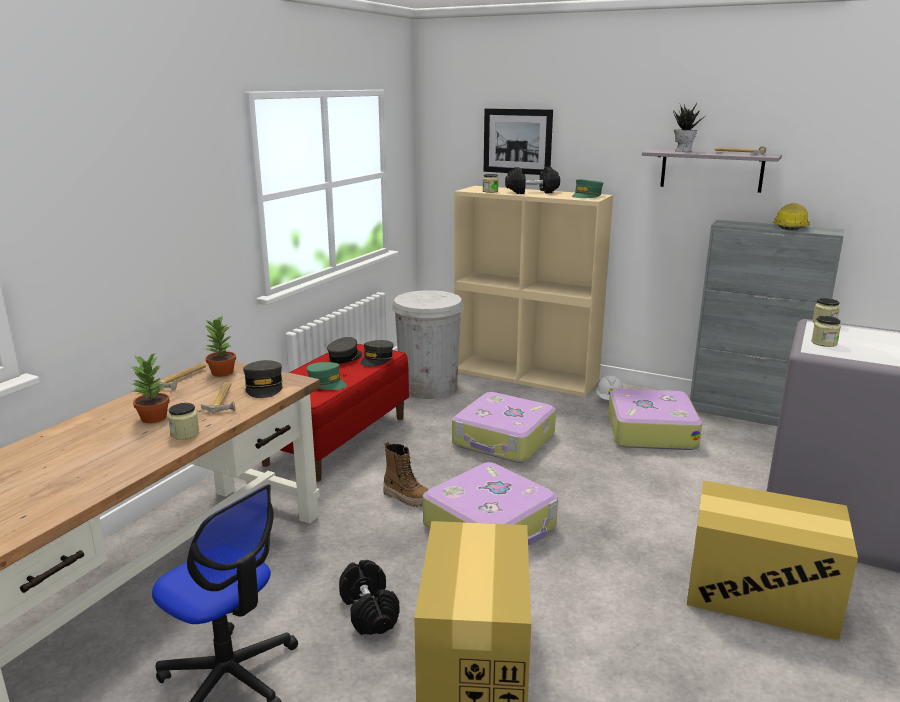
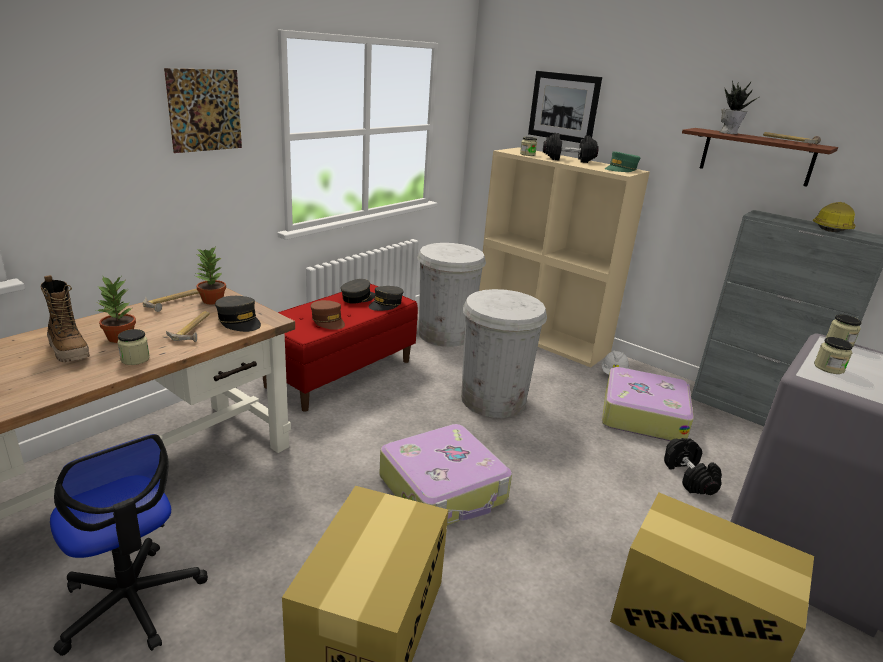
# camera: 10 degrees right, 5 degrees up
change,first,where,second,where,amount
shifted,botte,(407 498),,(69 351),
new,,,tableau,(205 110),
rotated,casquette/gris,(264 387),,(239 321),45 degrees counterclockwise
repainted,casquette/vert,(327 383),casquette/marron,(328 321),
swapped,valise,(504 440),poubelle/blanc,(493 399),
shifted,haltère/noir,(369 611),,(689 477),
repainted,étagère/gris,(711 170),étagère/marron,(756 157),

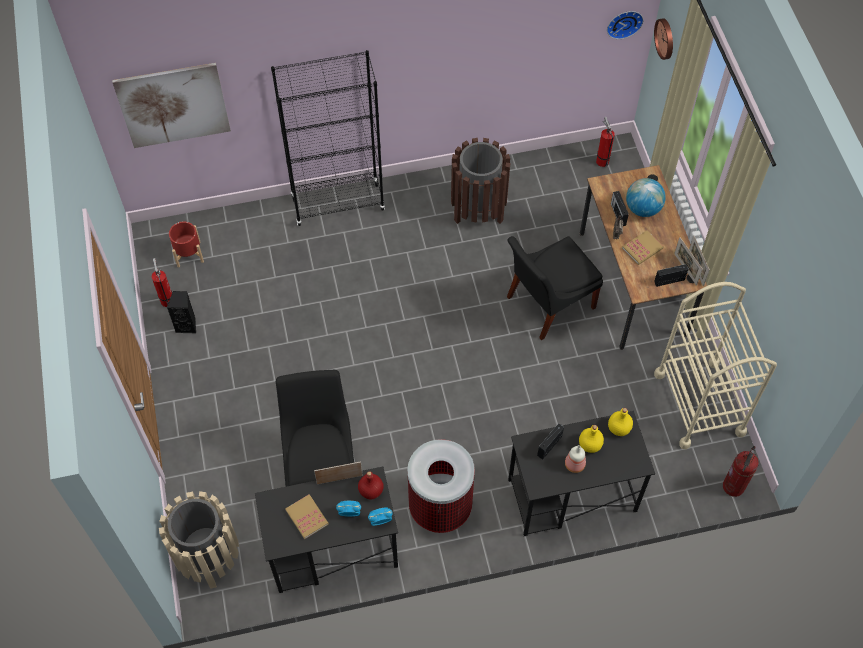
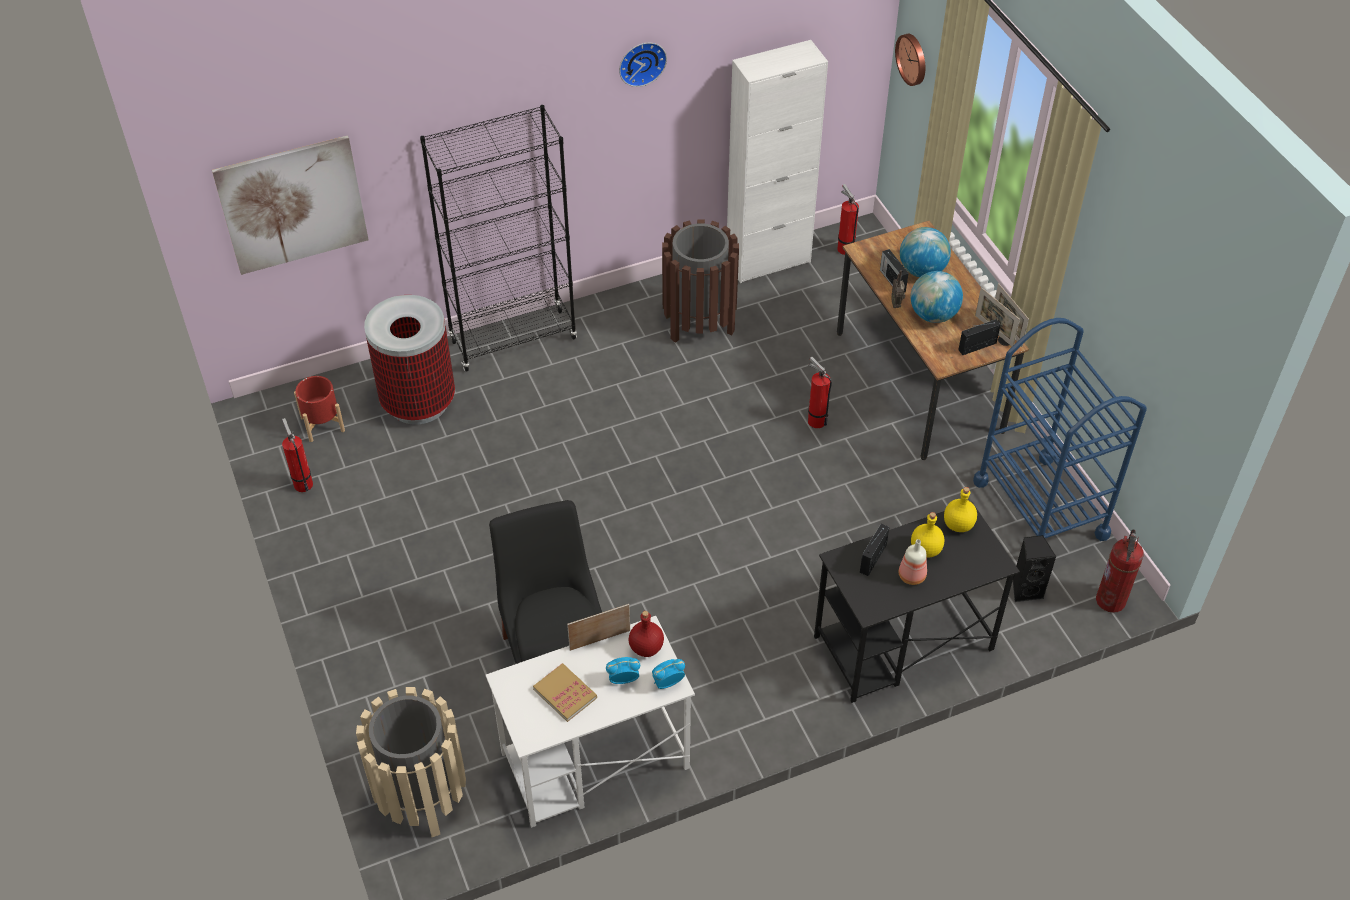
# camera: 10 degrees left, 10 degrees down
change,first,where,second,where,amount
shifted,poubelle,(440 508),,(418 402),
repainted,bureau/noir,(332 551),bureau/blanc,(593 762),
shifted,horloge murale,(624 22),,(641 62),
new,,,meuble de rangement/blanc,(768 261),
swapped,chaise/noir,(547 304),extincteur,(815 420),
swapped,livre,(642 248),globe,(933 315),
repainted,chariot/beige,(699 403),chariot/bleu,(1040 508),
shifted,enceinte/noir,(187 325),,(1026 589),

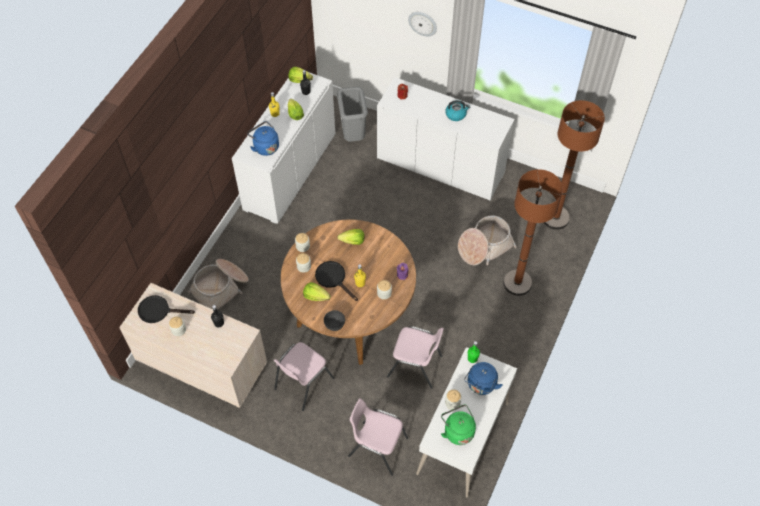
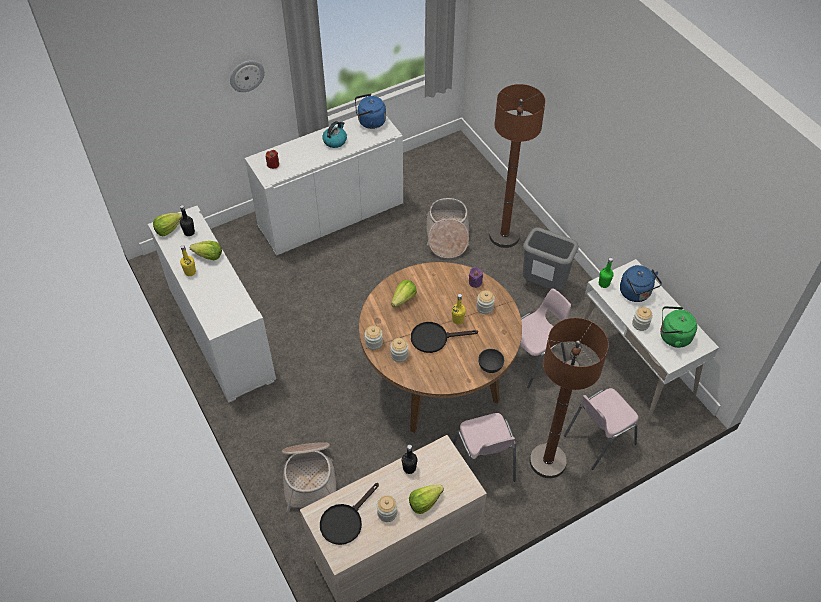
# camera: 55 degrees left, 5 degrees down
change,first,where,second,where,amount
shifted,bouilloire/bleu,(265 146),,(370 122),
shifted,laitue,(316 296),,(424 502),
shifted,poubelle/gris,(352 135),,(543 285),
shifted,lampadaire/marron,(555 218),,(548 461),

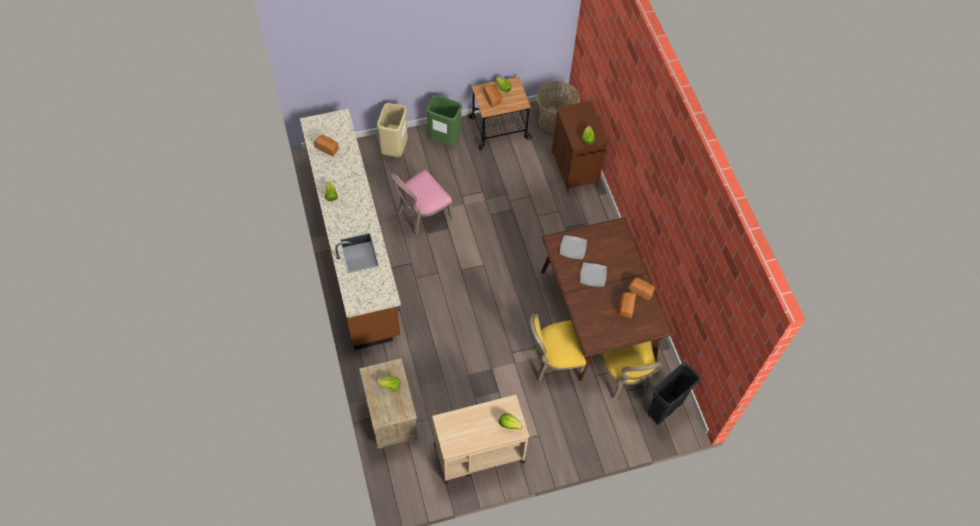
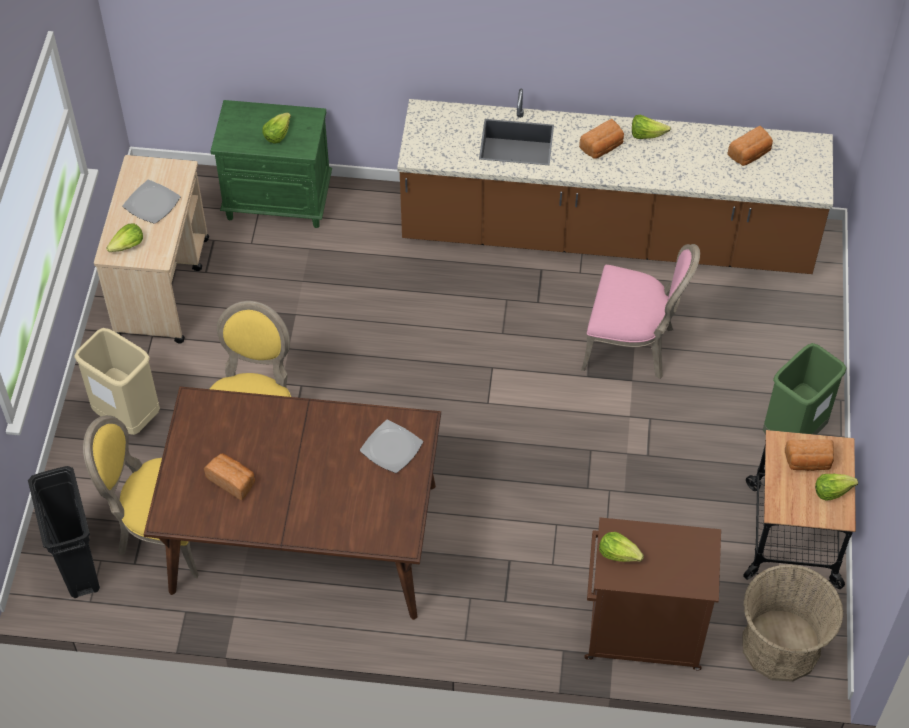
# camera: 115 degrees right, 5 degrees down
change,first,where,second,where,amount
shifted,poubelle/beige,(394 149),,(127 417),
shifted,assiette,(593 275),,(152 203),
repainted,table de chevet/beige,(391 417),table de chevet/vert,(279 201),
shifted,pain,(641 291),,(602 147),
rotated,chaise/rose,(421 215),,(632 346),120 degrees clockwise

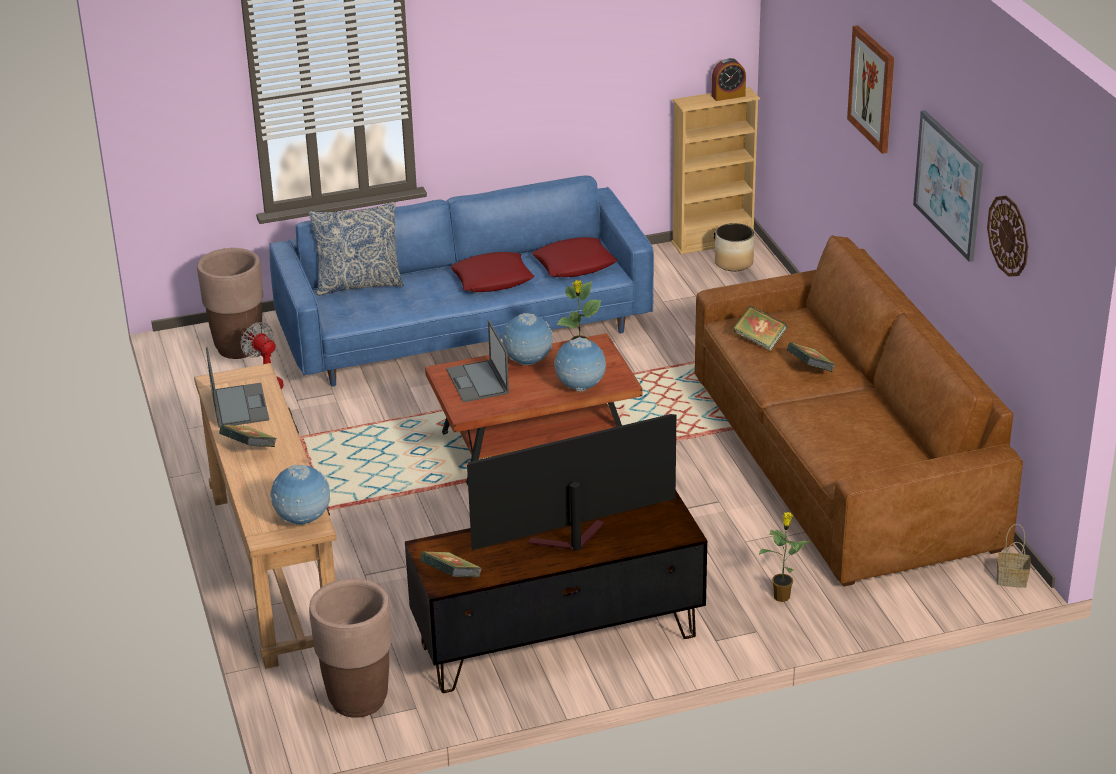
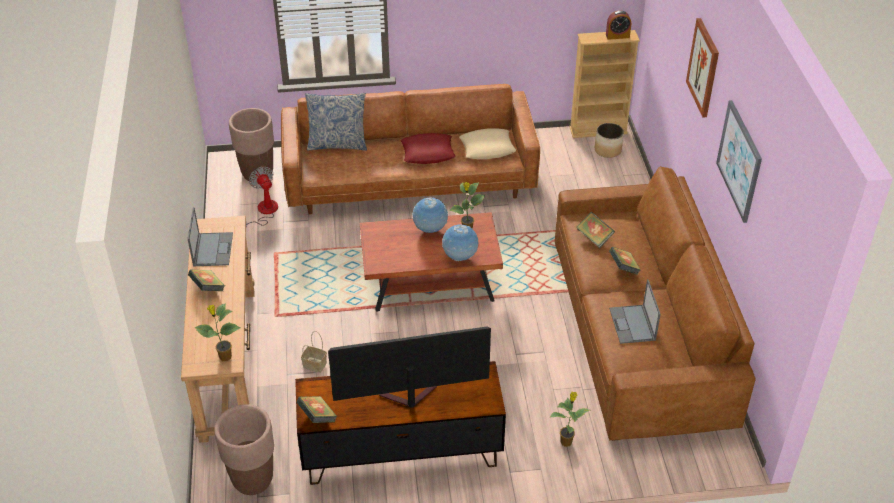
# camera: 10 degrees right, 10 degrees up
change,first,where,second,where,amount
swapped,globe,(303 521),plante en pot,(224 357),
repainted,canapé/bleu,(464 330),canapé/marron,(409 180),
shifted,panier,(1010 579),,(314 365),
repainted,coussin/rouge,(574 264),coussin/beige,(487 148),
shifted,ordinateur portable,(478 382),,(632 325),
gone,horloge murale,(1009 235),,,

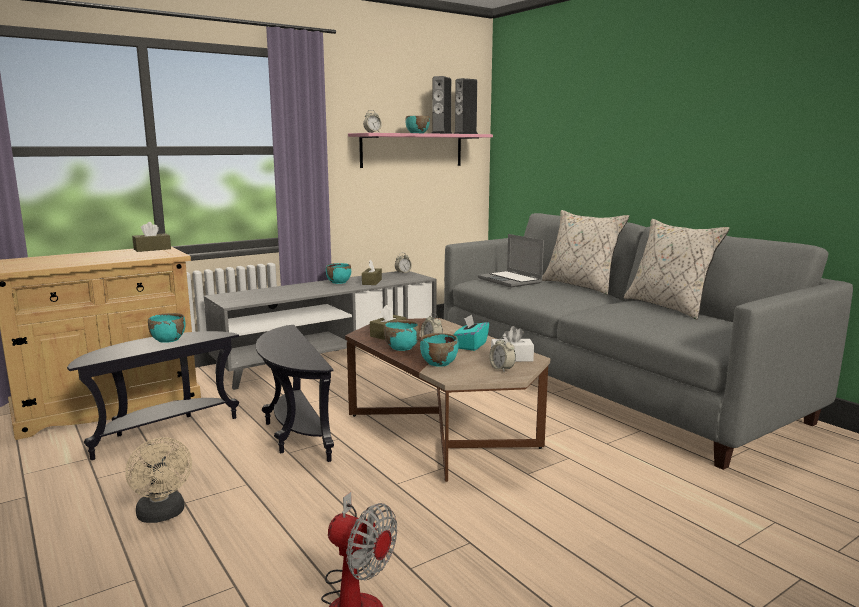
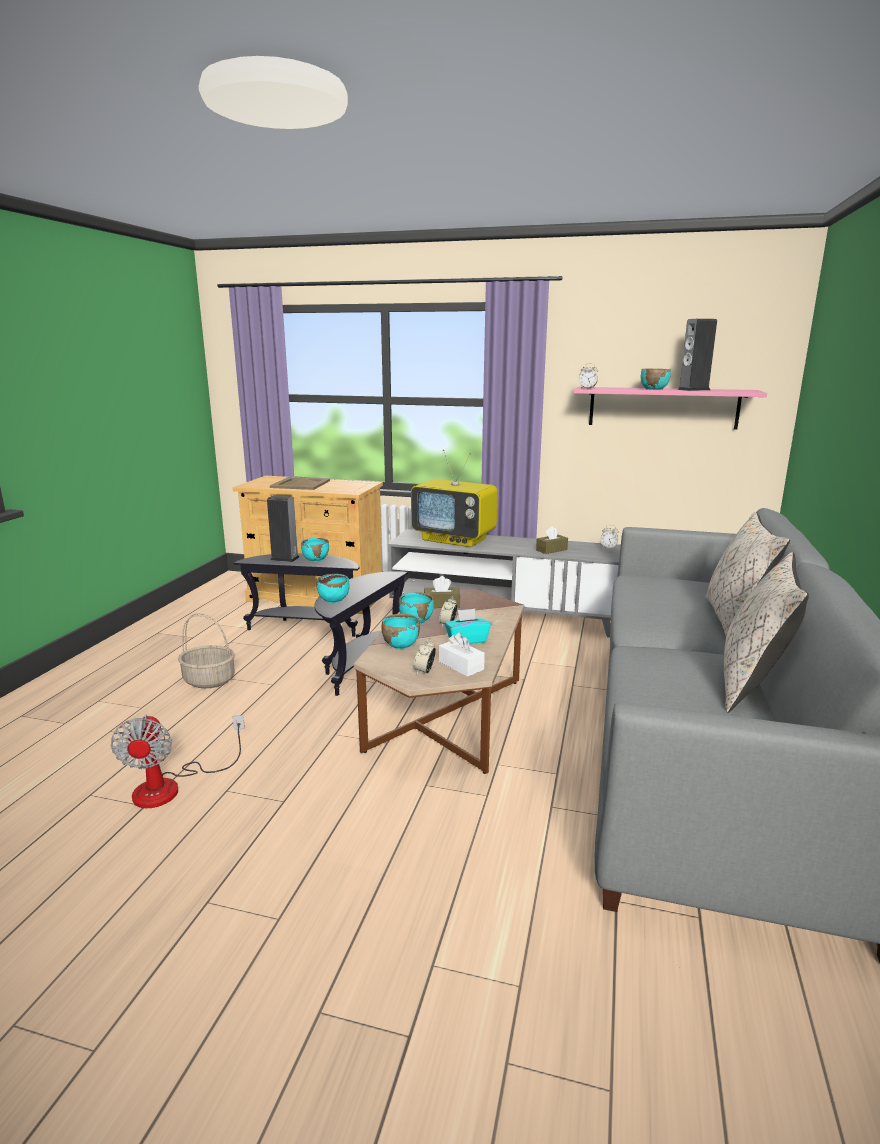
# camera: 50 degrees right, 5 degrees up
change,first,where,second,where,amount
swapped,ventilateur/beige,(162 515),panier,(210 680),
shifted,enceinte,(465 134),,(285 558),
new,,,plateau/beige,(301 484),
shifted,bol/turquoise,(339 282),,(334 599),
new,,,téléviseur,(455 539),
gone,boîte à mouchoirs/marron,(152 249),,,
gone,ordinateur portable,(511 281),,,

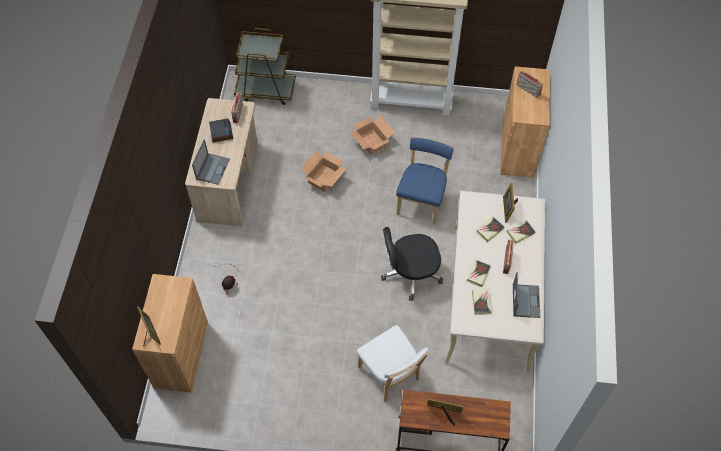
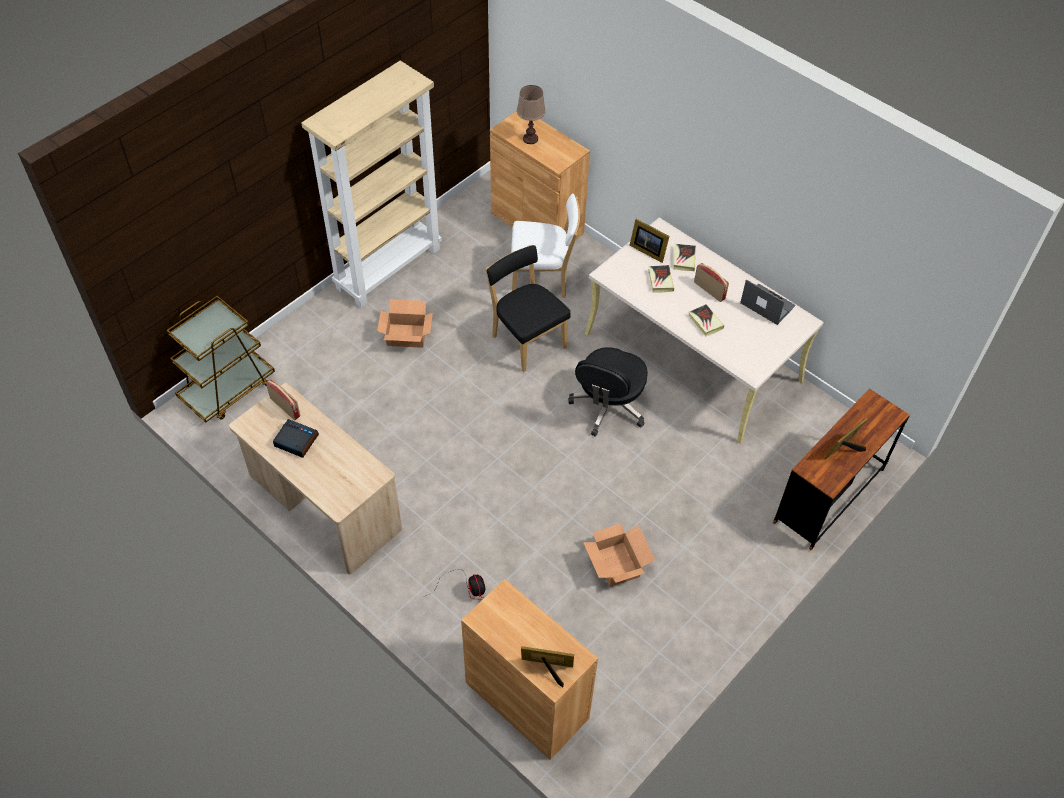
# camera: 55 degrees left, 5 degrees down
change,first,where,second,where,amount
repainted,chaise/bleu,(422 201),chaise/noir,(526 340),
shifted,chaise/blanc,(390 375),,(543 279),
swapped,radio,(527 90),lampe de table/marron,(530 139),
shifted,carton,(323 178),,(616 565),
gone,ordinateur portable,(213 168),,,
gone,livre,(481 302),,,

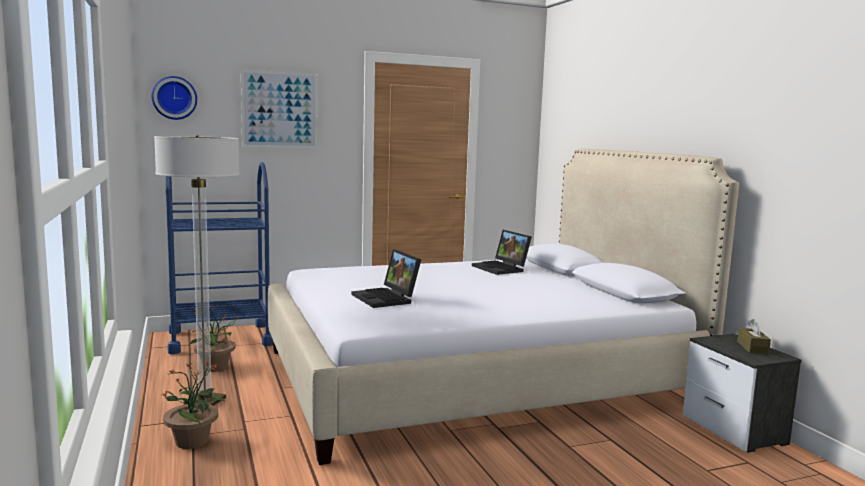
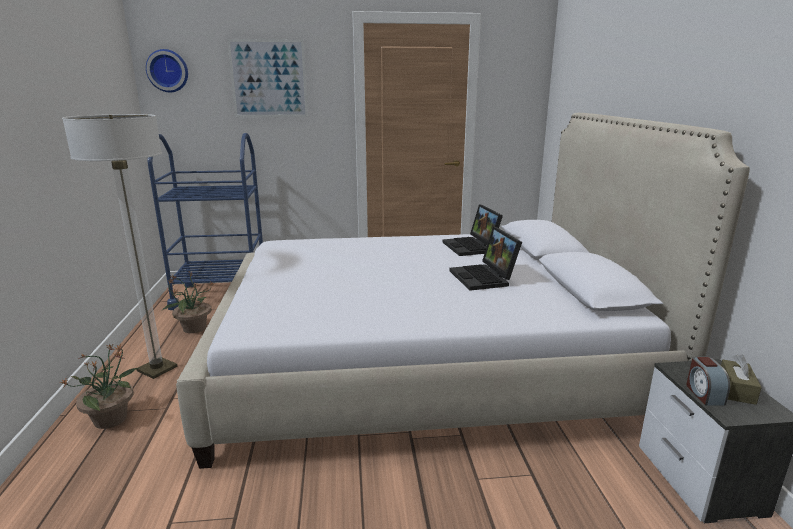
# camera: 15 degrees right, 10 degrees up
change,first,where,second,where,amount
shifted,ordinateur portable,(387 298),,(484 278),
new,,,réveil,(704 394),

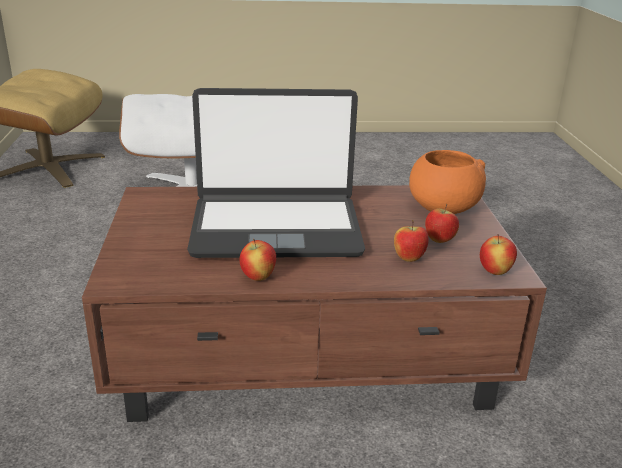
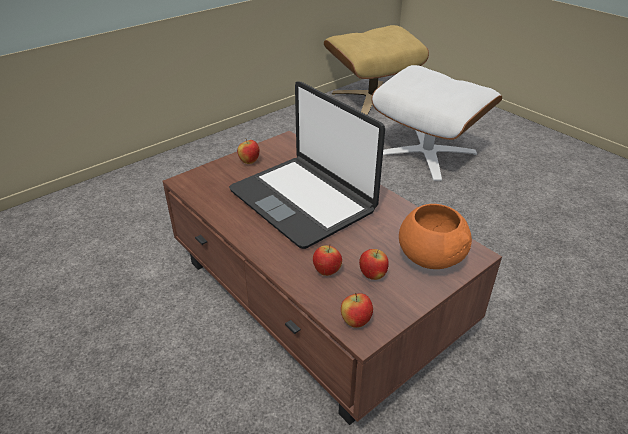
# camera: 55 degrees right, 10 degrees up
change,first,where,second,where,amount
shifted,pomme,(258 277),,(249 162),

